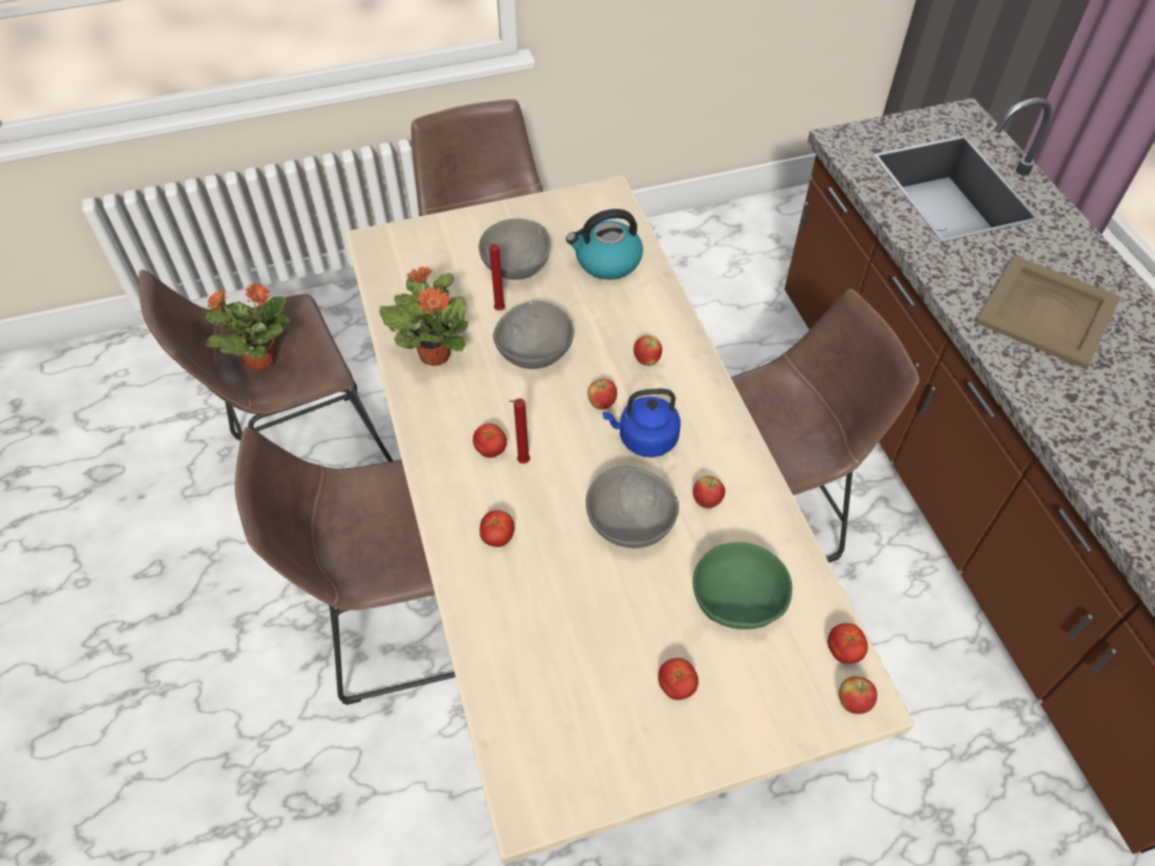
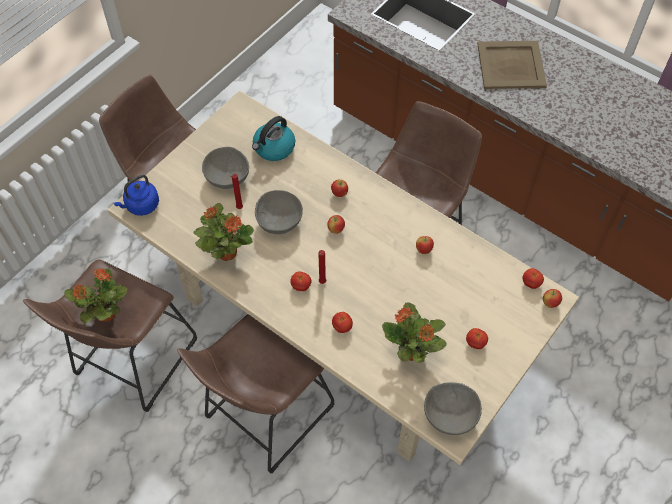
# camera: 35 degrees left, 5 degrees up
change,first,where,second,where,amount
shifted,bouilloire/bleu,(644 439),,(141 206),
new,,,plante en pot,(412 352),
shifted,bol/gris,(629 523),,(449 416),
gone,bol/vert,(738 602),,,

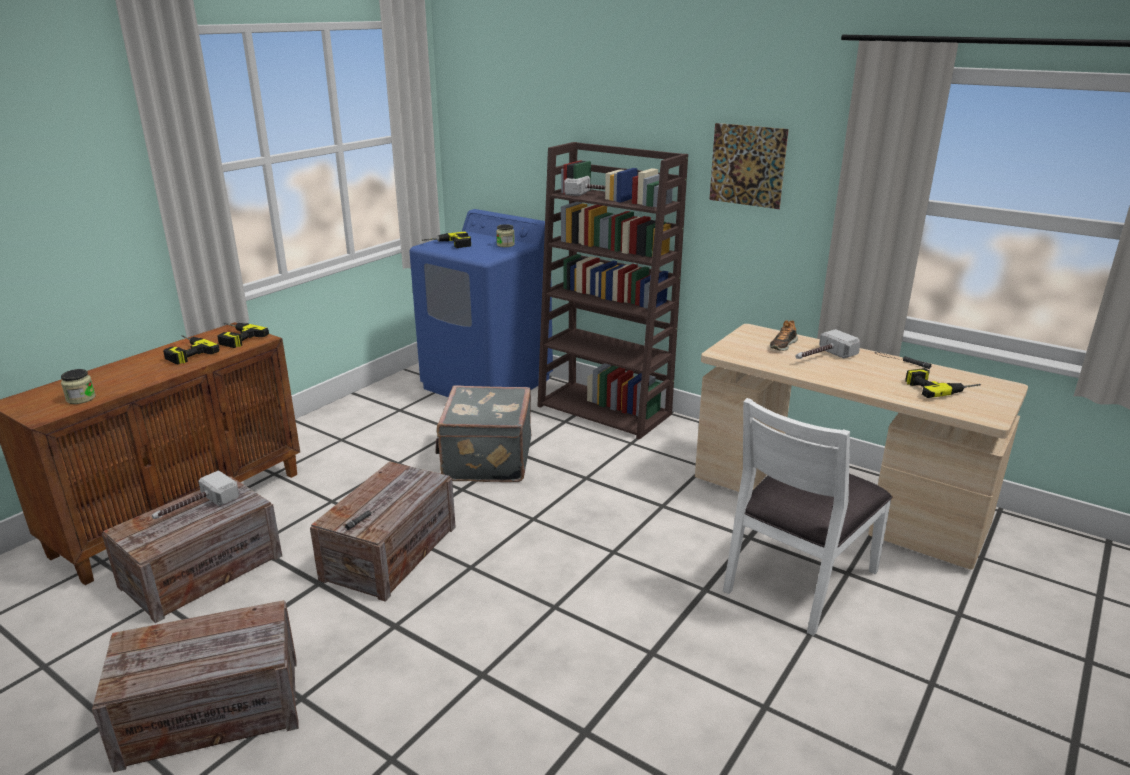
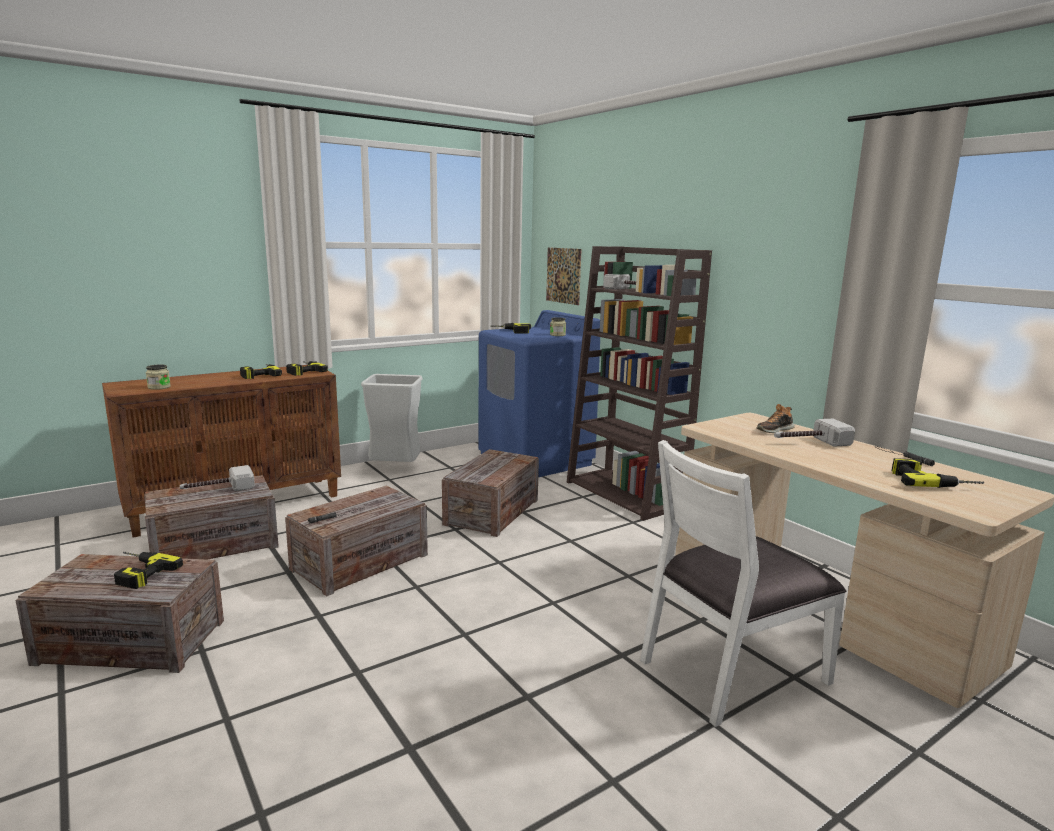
# camera: 20 degrees right, 10 degrees down
change,first,where,second,where,amount
new,,,perceuse,(136 572),
new,,,poubelle/gris,(395 470),
swapped,valise/gris,(485 460),caisse,(492 512),
shifted,tableau,(747 165),,(563 275),

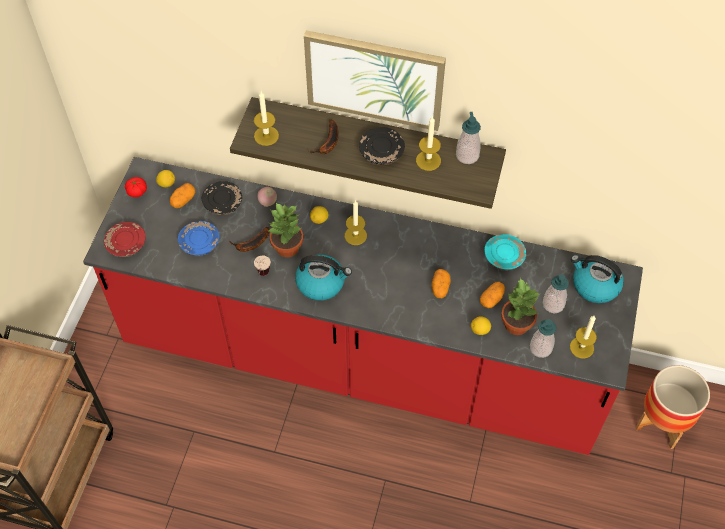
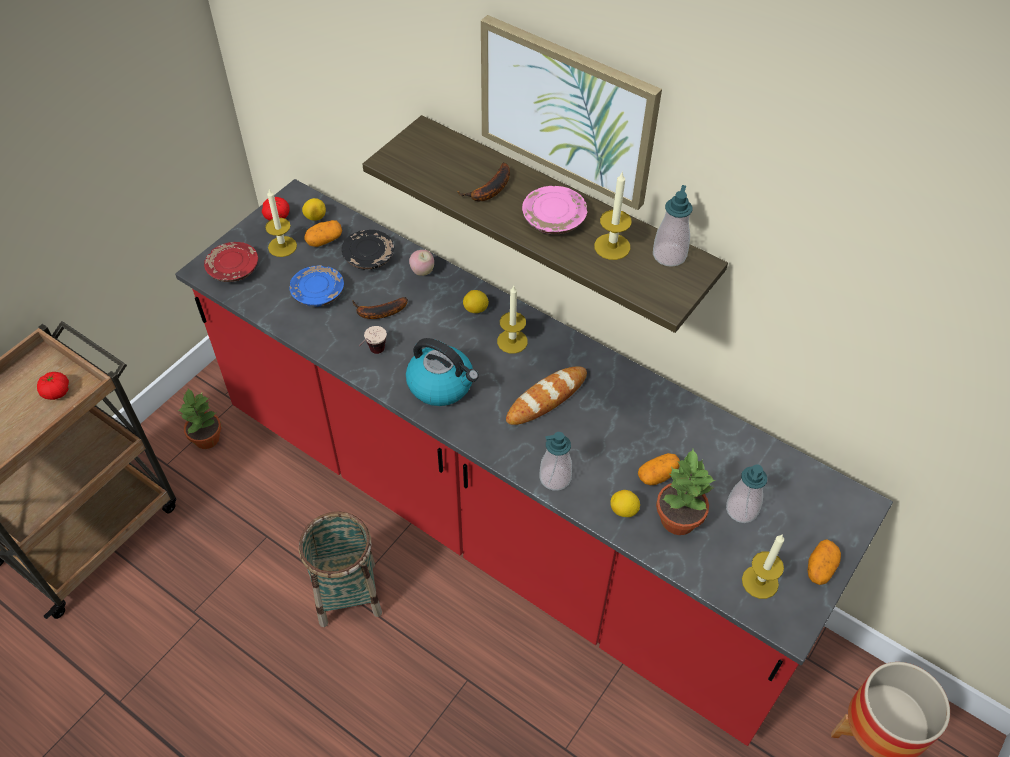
# camera: 20 degrees right, 5 degrees down
change,first,where,second,where,amount
new,,,tomate,(56 392),
shifted,plante en pot,(287 248),,(206 439),
shifted,bougie,(266 136),,(282 246),
new,,,panier,(348 593),
new,,,pain,(546 398),
repainted,assiette/noir,(381 152),assiette/rose,(554 219),
shifted,distributeur de savon,(540 348),,(555 478),
shifted,pomme de terre,(440 288),,(820 568),
gone,assiette/turquoise,(504 256),,,
gone,bouilloire,(594 285),,,

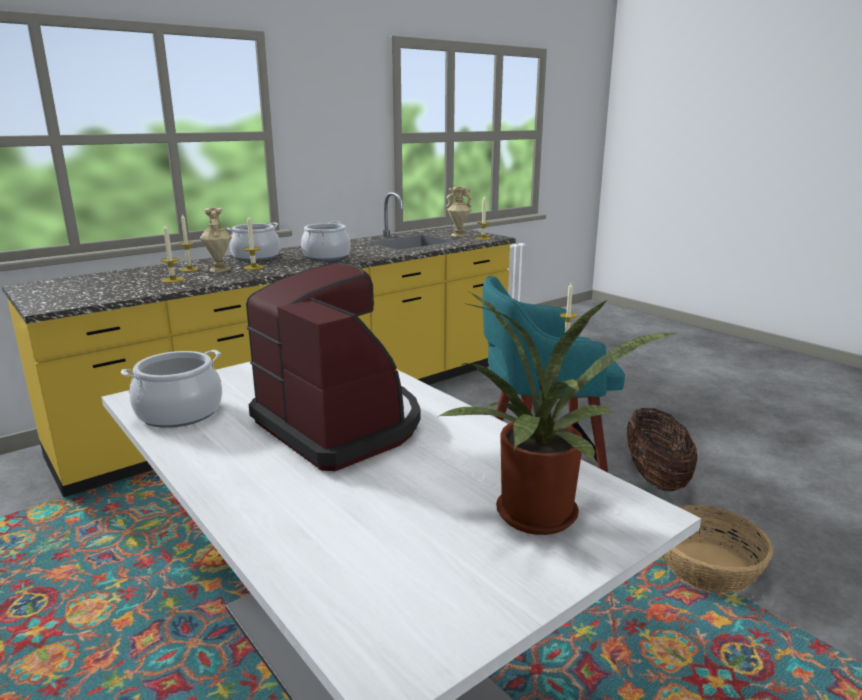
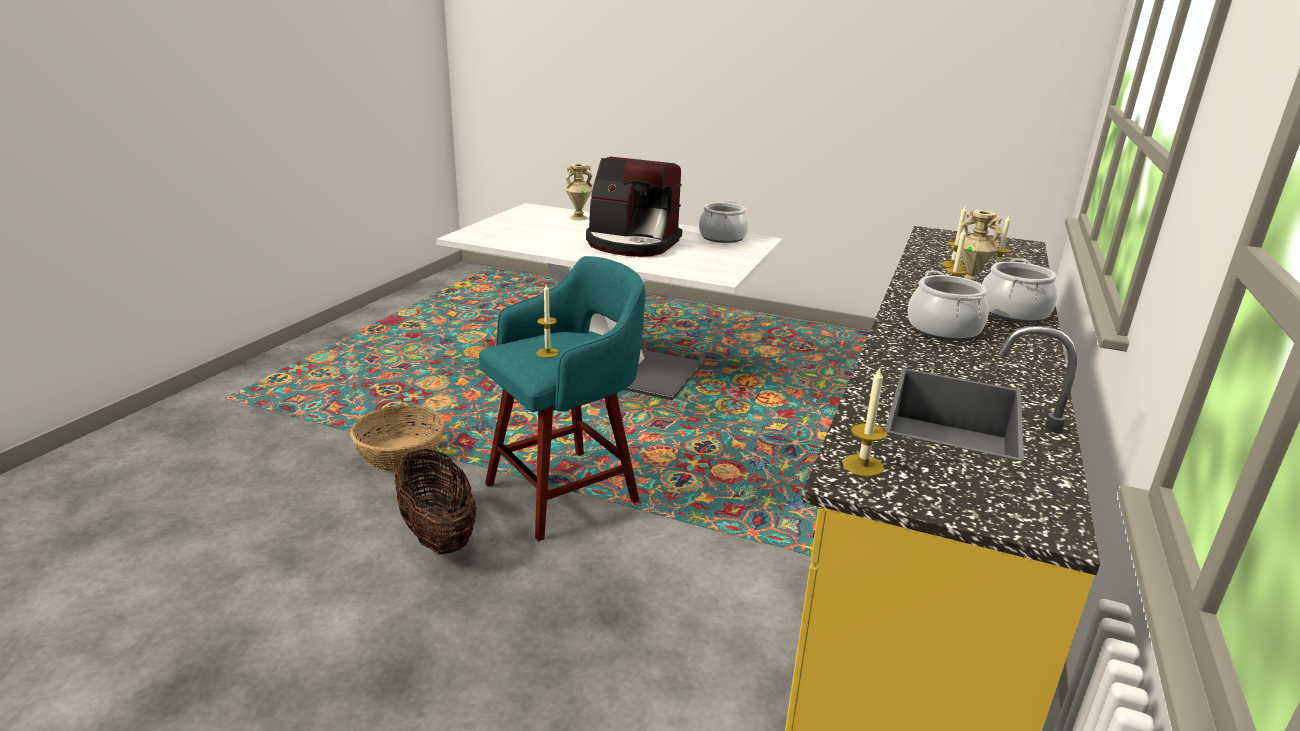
# camera: 150 degrees right, 5 degrees up
change,first,where,second,where,amount
shifted,vase/beige,(458 235),,(578 218),
gone,plante en pot,(537 520),,,

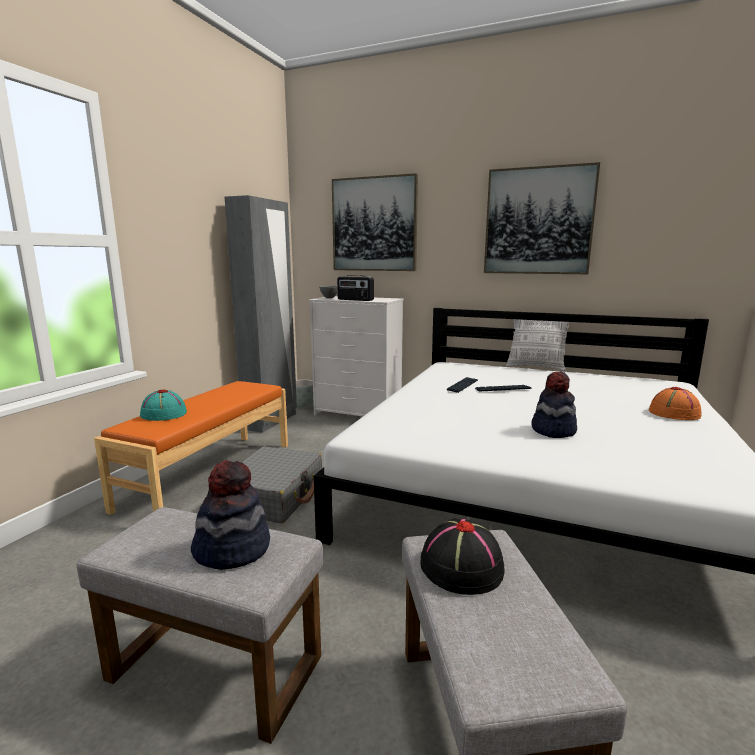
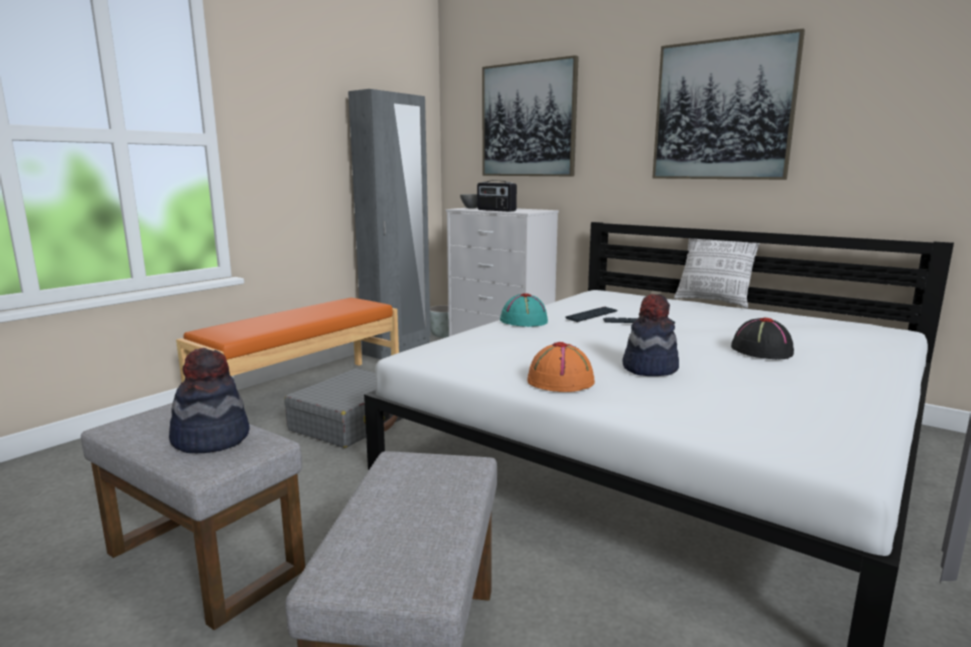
# camera: 15 degrees right, 0 degrees up
change,first,where,second,where,amount
shifted,chapeau/turquoise,(163 414),,(523 321),
shifted,chapeau/orange,(674 413),,(561 381),
shifted,chapeau/noir,(460 566),,(761 350),

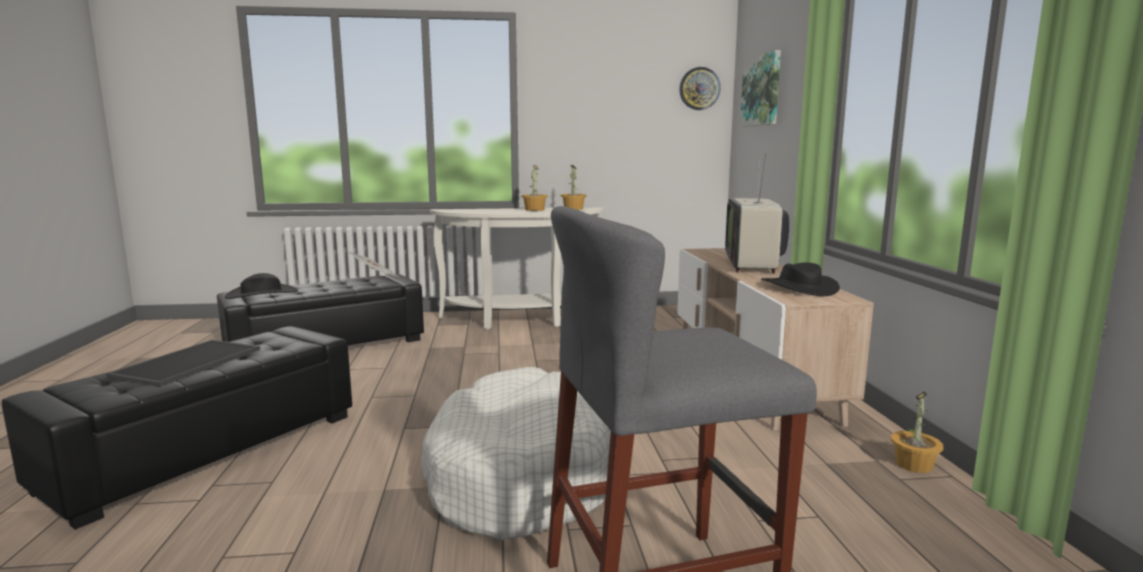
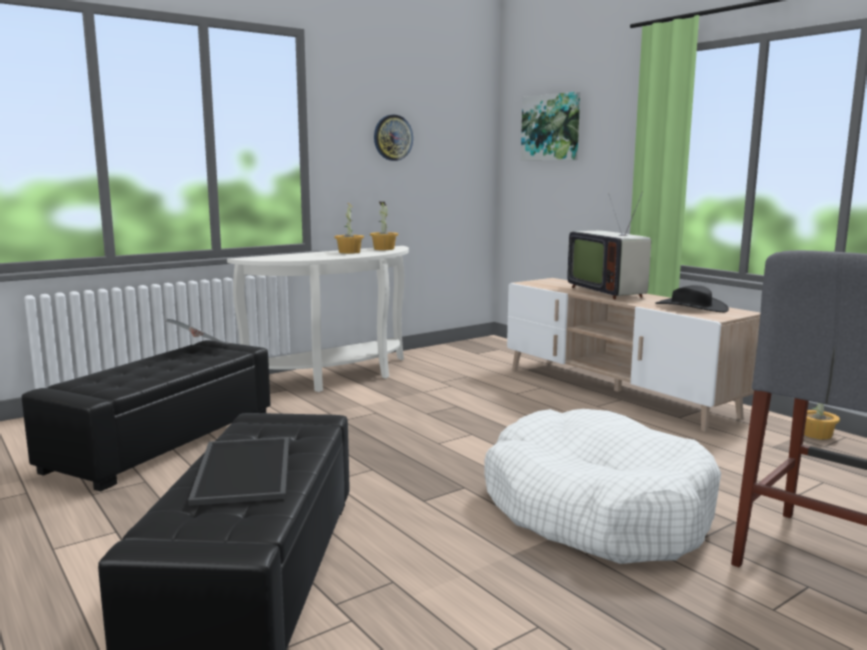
# camera: 30 degrees left, 0 degrees up
change,first,where,second,where,amount
shifted,horloge murale,(699 88),,(392 137),
gone,chapeau/noir,(262 294),,,

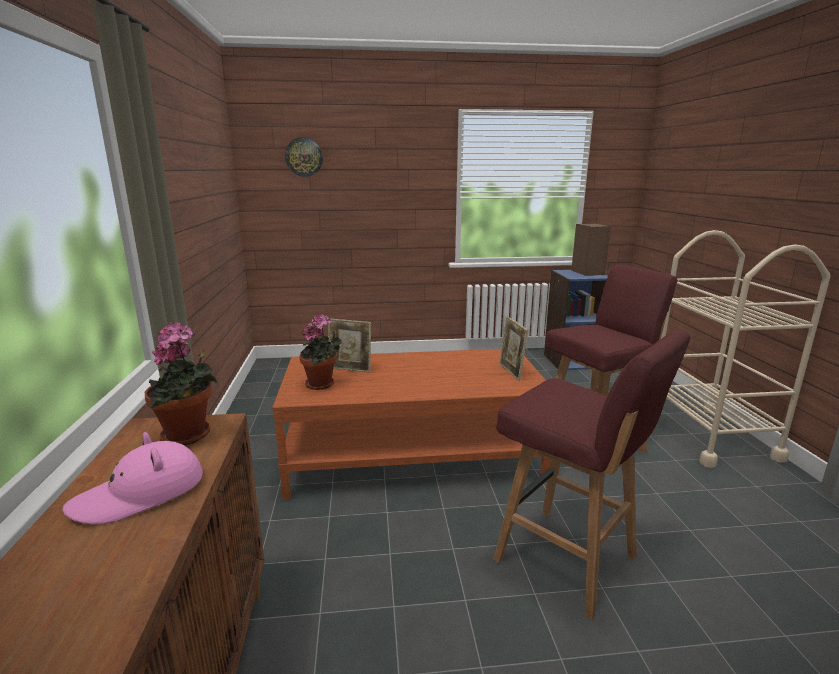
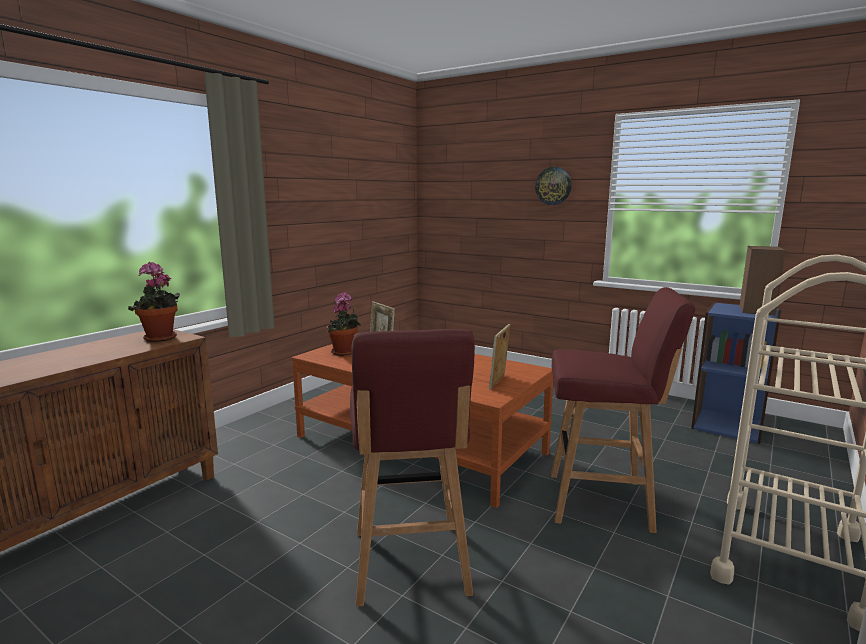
# camera: 40 degrees right, 5 degrees down
change,first,where,second,where,amount
shifted,horloge murale,(304 157),,(553 186),
gone,chapeau/rose,(140 493),,,

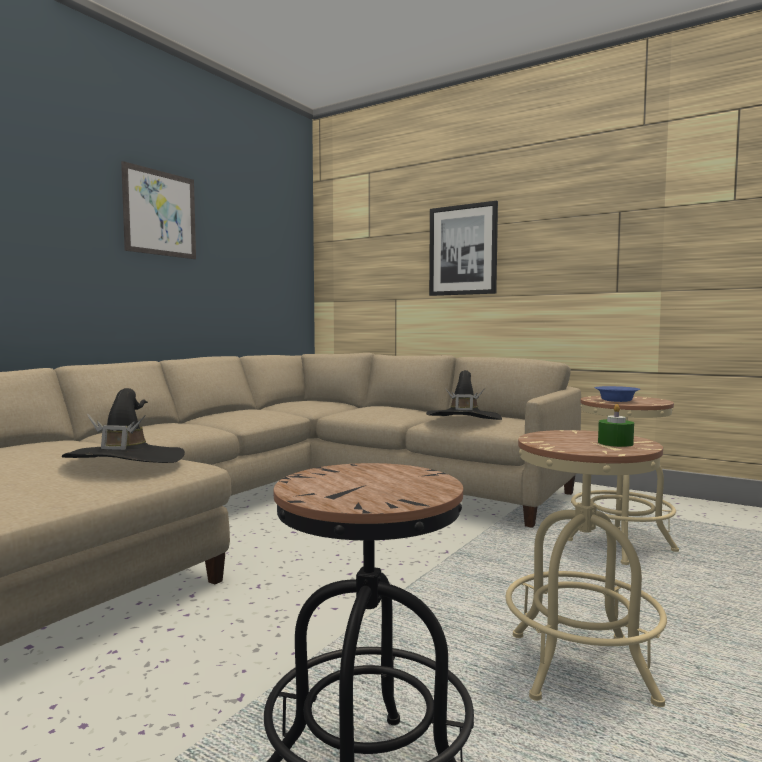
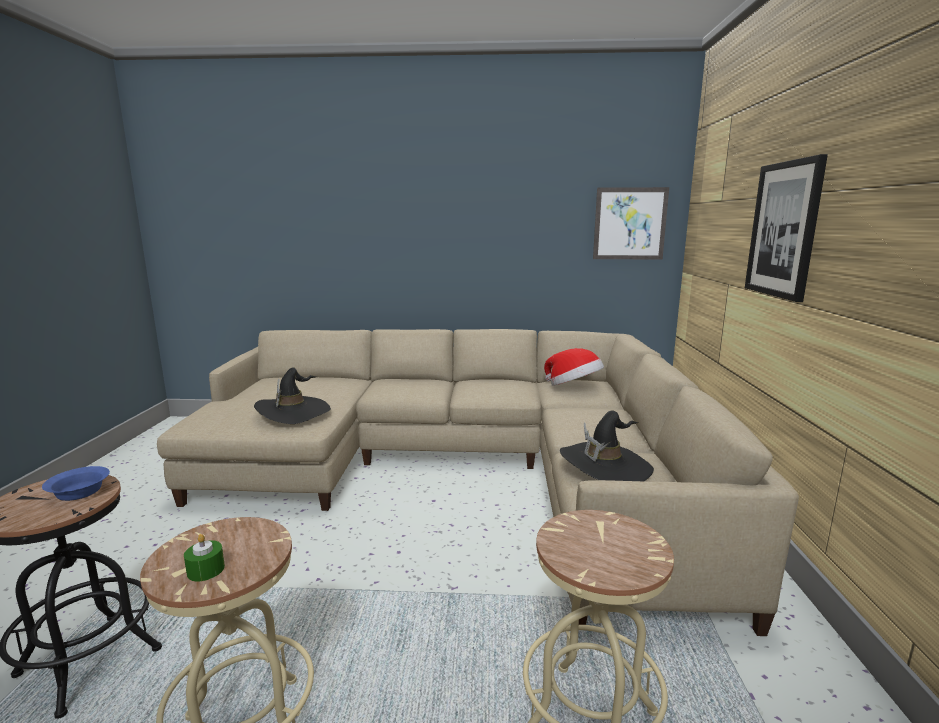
# camera: 60 degrees right, 10 degrees up
change,first,where,second,where,amount
shifted,bol/bleu,(616 400),,(81 492),
new,,,chapeau,(573 387),
shifted,tableau,(160 213),,(630 224),

